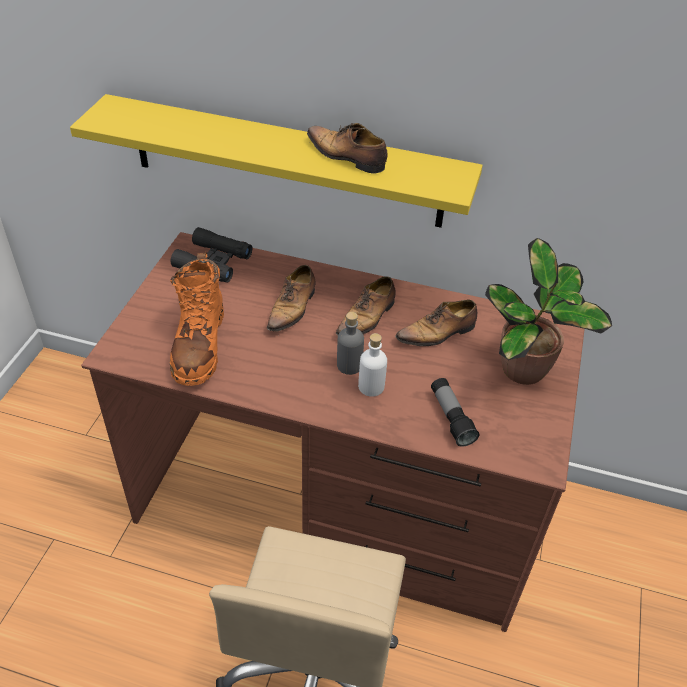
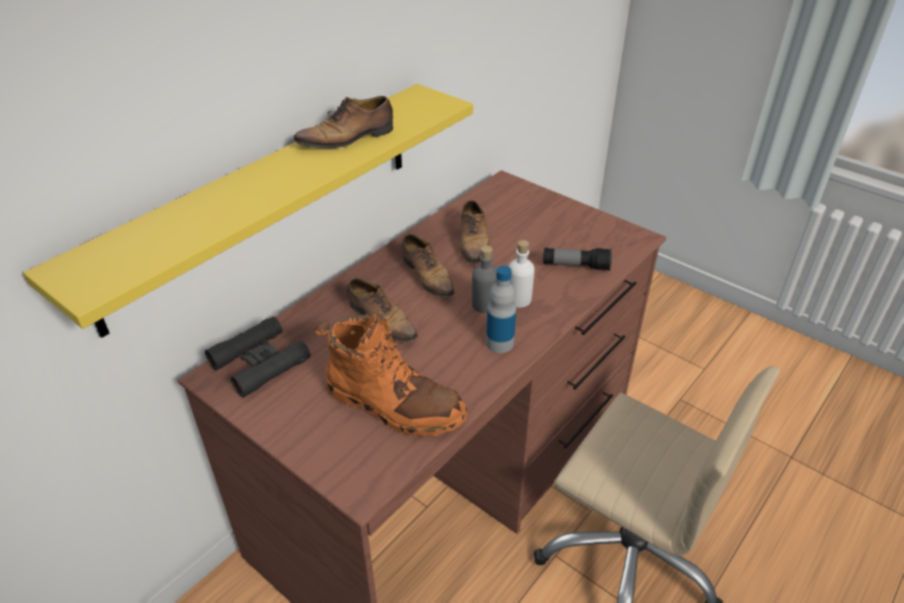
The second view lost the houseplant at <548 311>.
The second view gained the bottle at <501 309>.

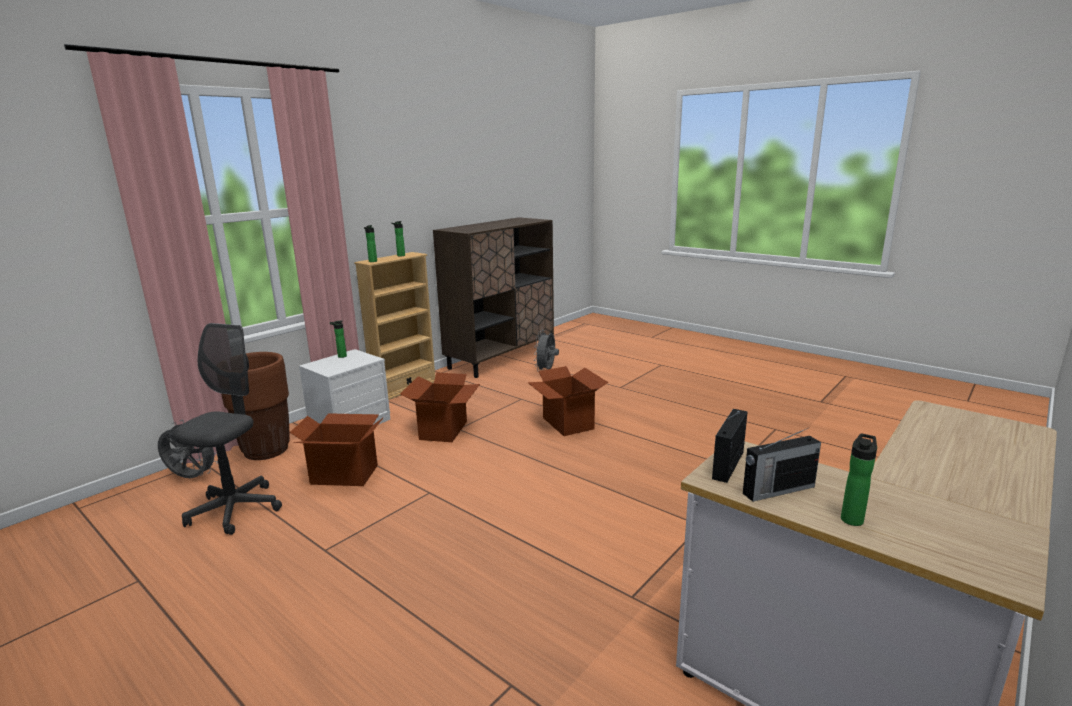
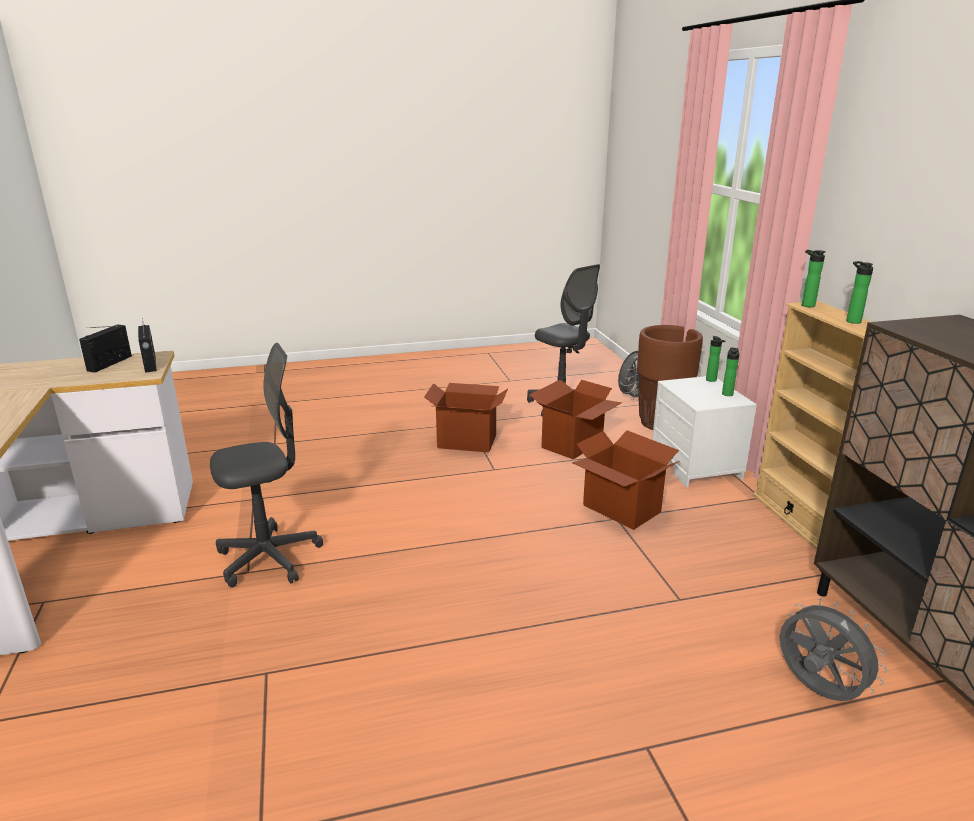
The cardboard_box ended up elsewhere, having gone from <568 401> to <466 418>.
The bottle ended up elsewhere, having gone from <859 479> to <715 359>.
The second view gained the gray_computer_chair at <266 465>.

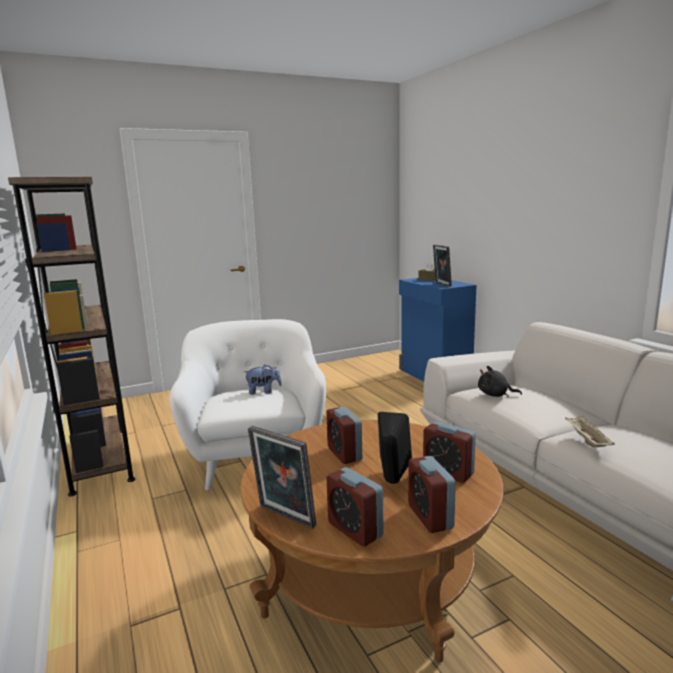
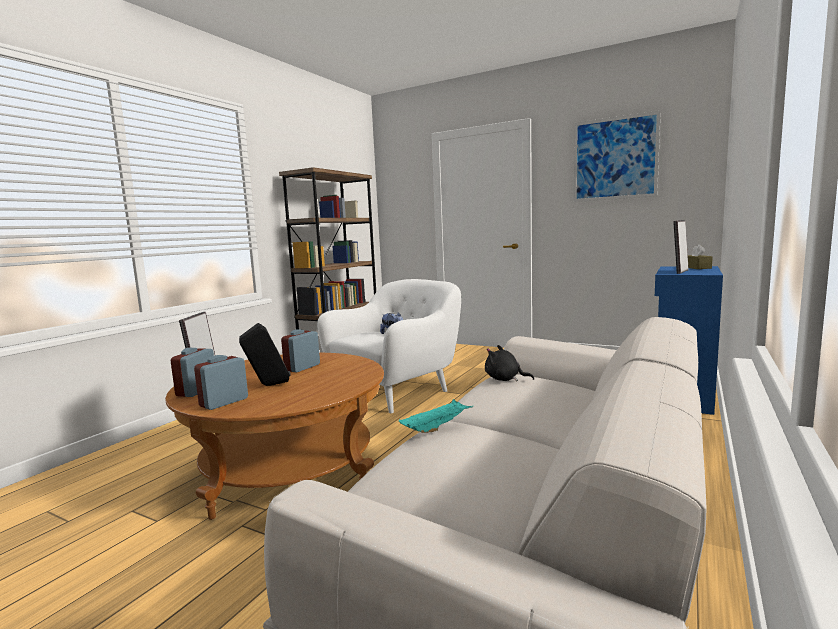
The black-coloured_soft_toy at <500 381> ended up facing another way, 45 degrees counterclockwise from before.
What was the beige-coloured_tray at <590 431> turned into the blue-green_tray at <436 416>.
The second view lost the bedside_clock at <449 451>.
The second view gained the wall_art at <617 156>.

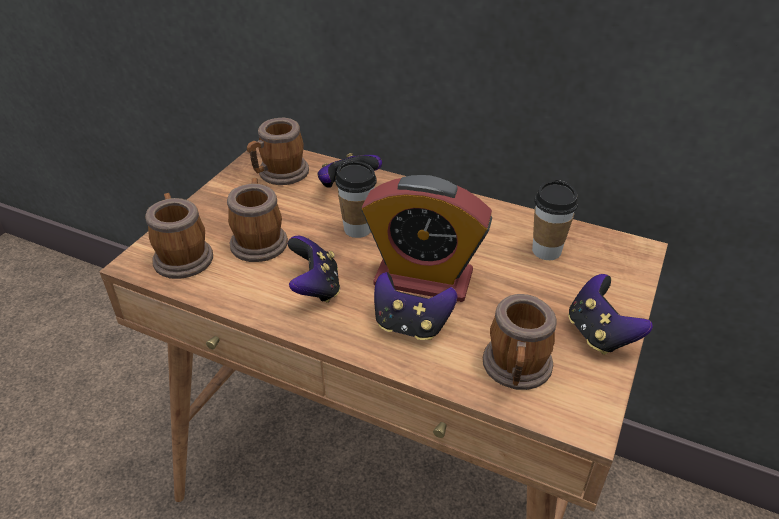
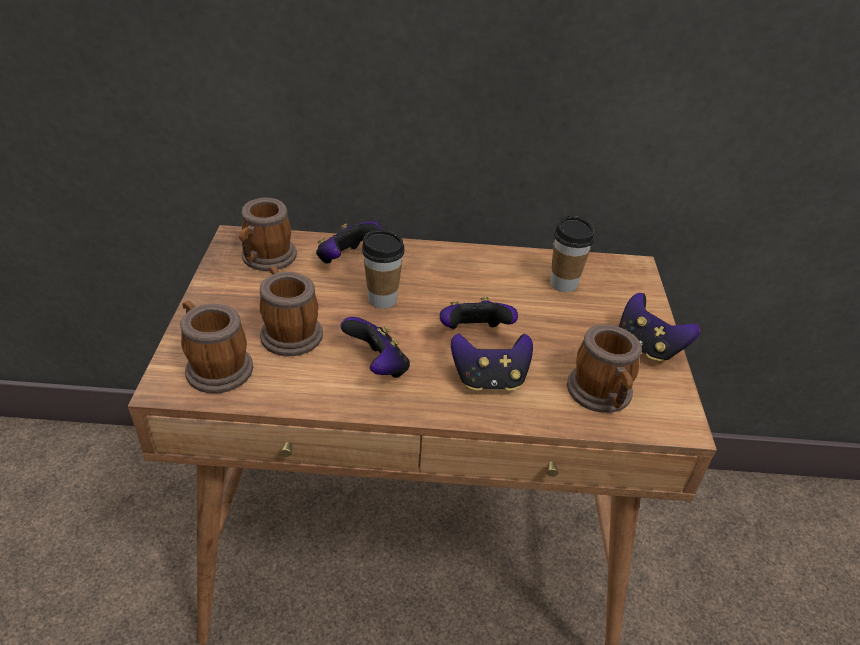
Where the bedside_clock stood at <426 238>, the joypad came to stand at <479 313>.

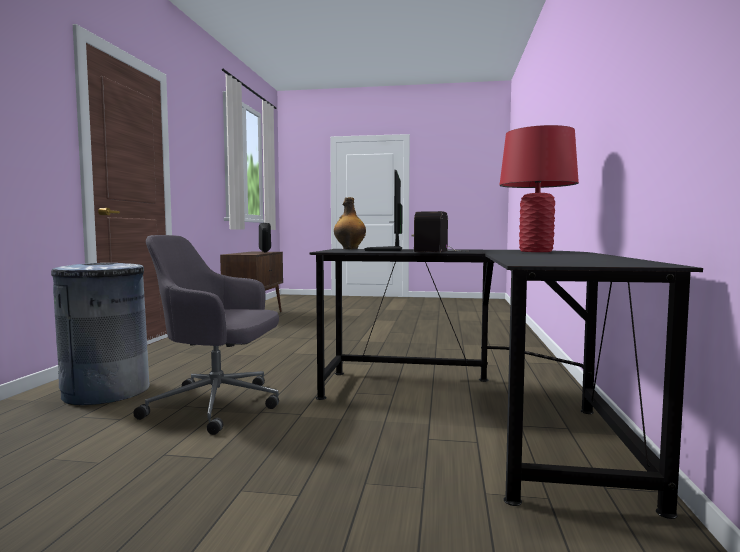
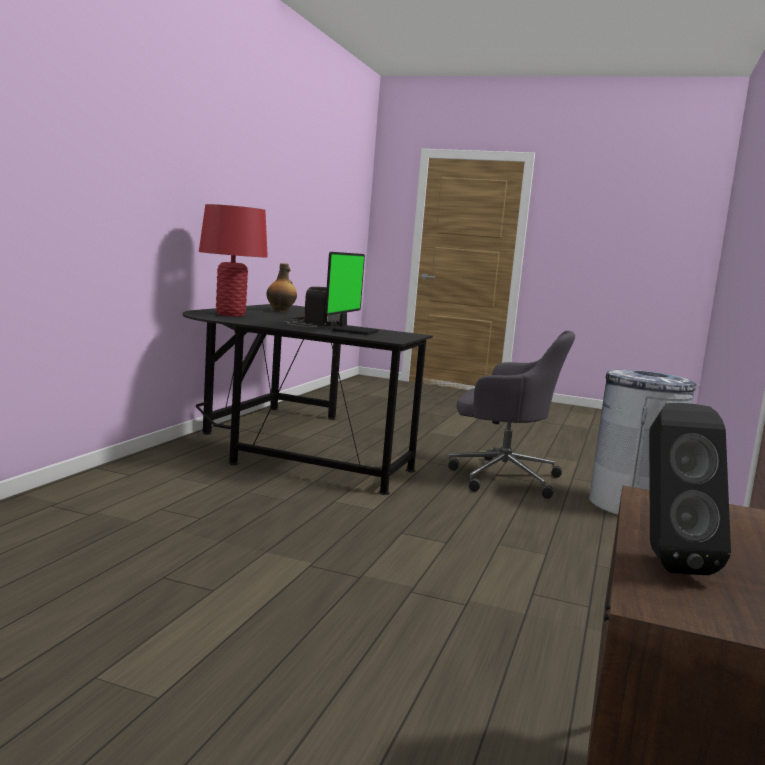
The bottle ended up elsewhere, having gone from <350 223> to <281 287>.

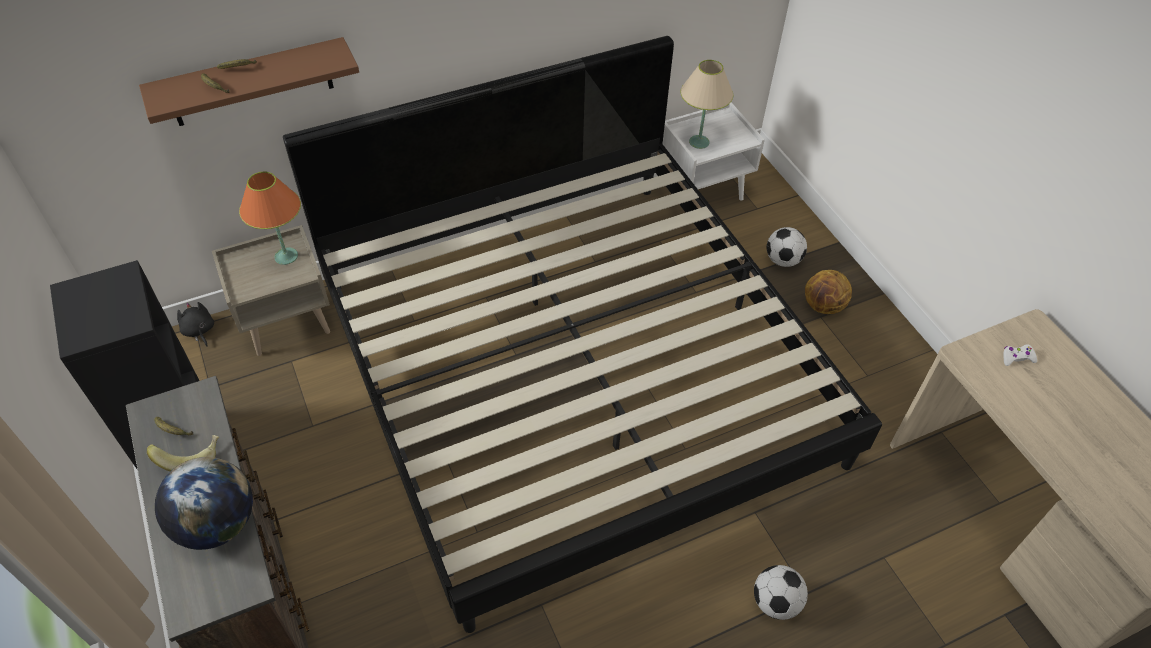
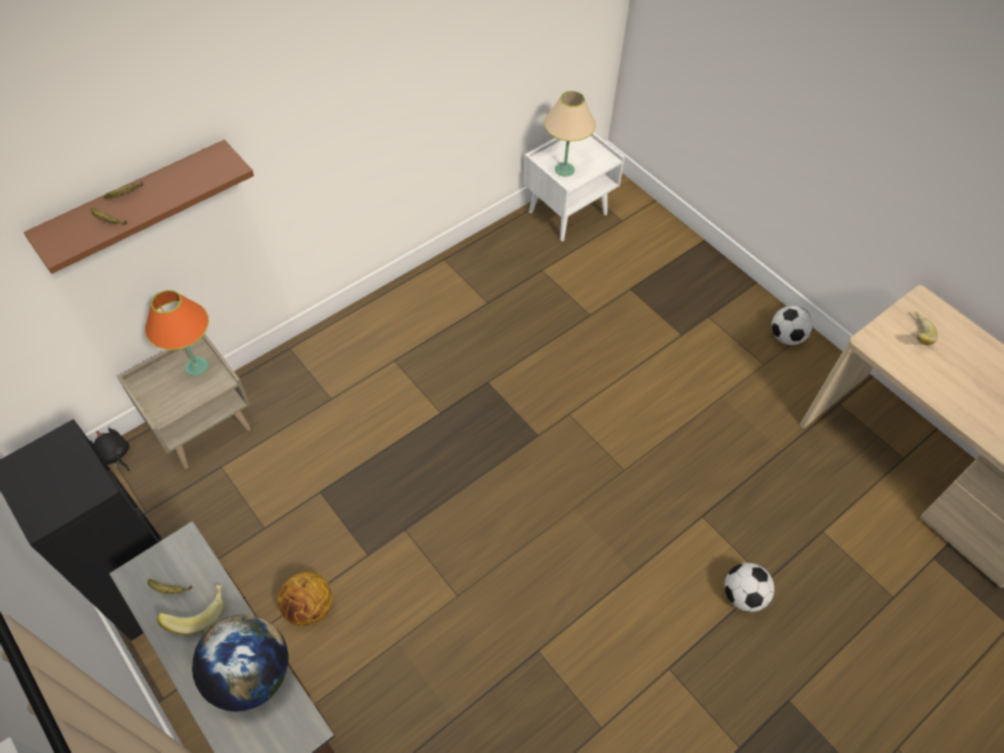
The second view lost the bed at <582 334>.
The football_ball ended up elsewhere, having gone from <787 247> to <792 325>.
The ball_for_basketball ended up elsewhere, having gone from <828 292> to <304 598>.
Where the whitish_joypad stood at <1020 355>, the whole_banana came to stand at <926 328>.

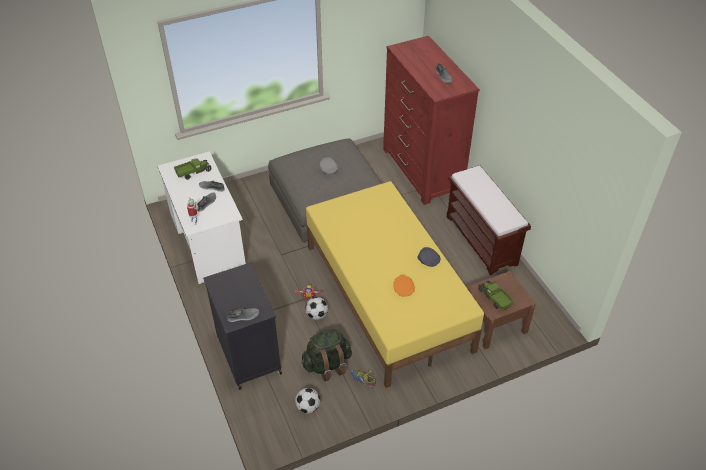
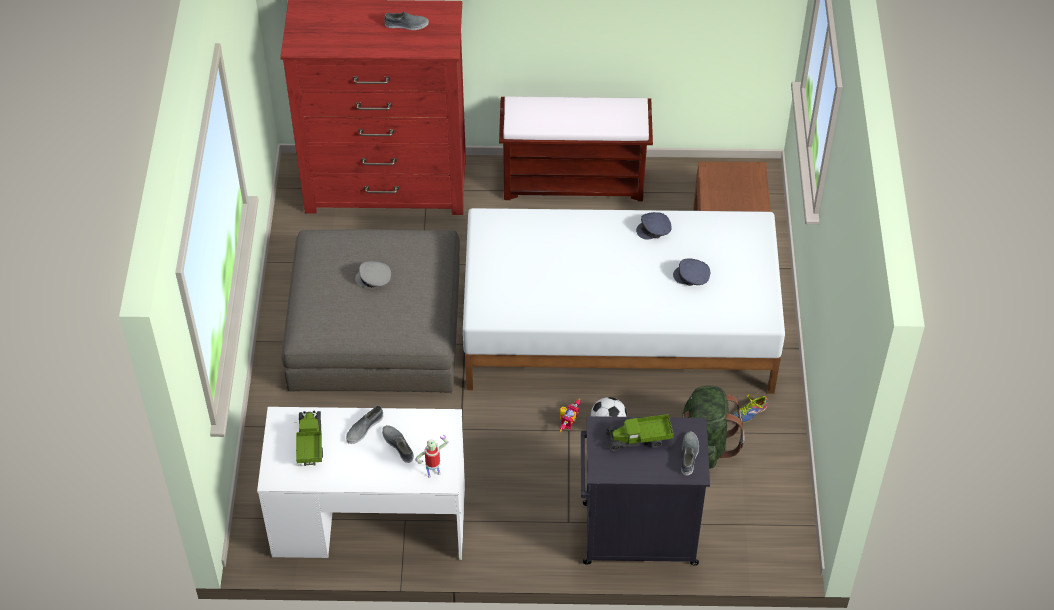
What was the yellowish_bed at <395 284> turned into the whitish_bed at <624 301>.
What was the orangey_peaked_cap at <404 286> turned into the gray_peaked_cap at <691 272>.
The toy_lorry ended up elsewhere, having gone from <496 296> to <640 432>.
The second view lost the football_ball at <307 400>.

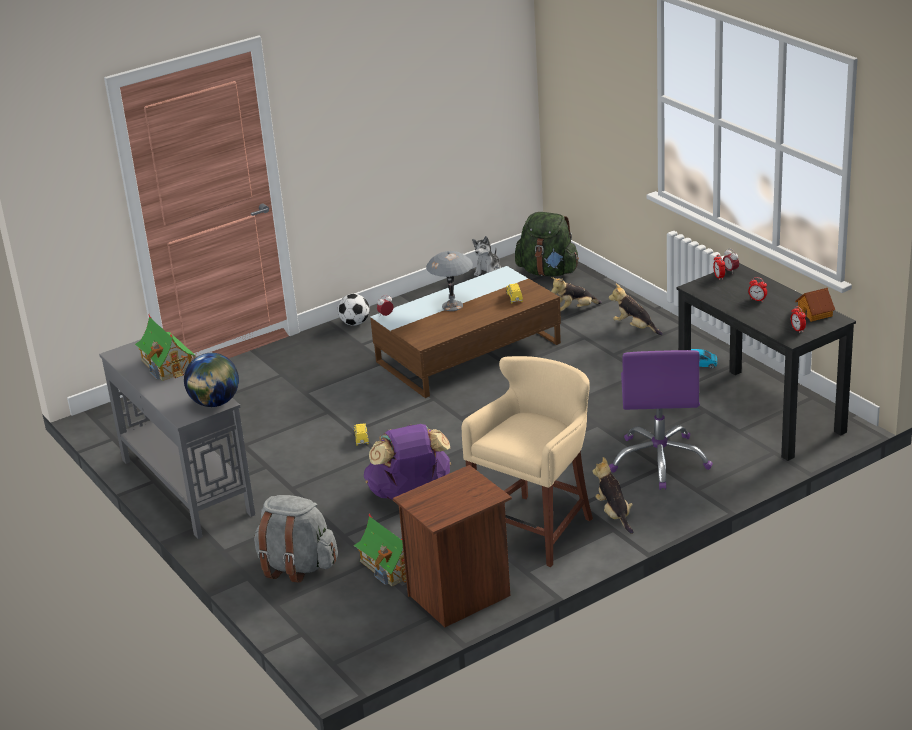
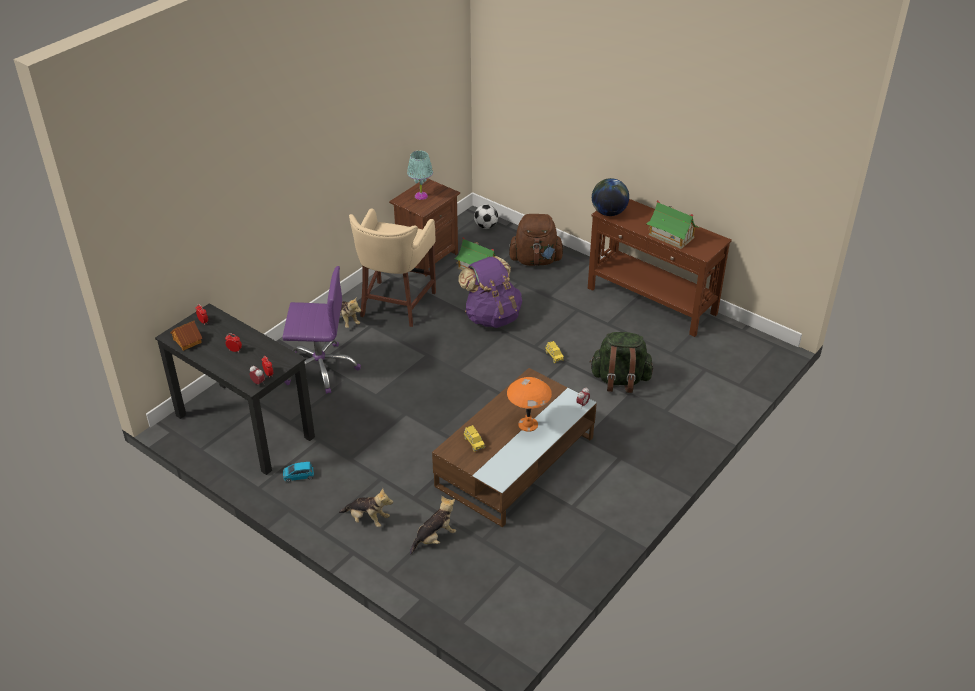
The greenish_backpack ended up elsewhere, having gone from <547 244> to <621 362>.
The second view lost the soft_toy at <486 256>.
What was the gray_table_lamp at <449 281> turned into the orangey_table_lamp at <529 404>.
The football_ball ended up elsewhere, having gone from <354 310> to <486 216>.
What was the gray_hall_table at <177 439> turned into the brown-coloured_hall_table at <660 268>.
The purple-coloured_computer_chair at <661 420> ended up facing another way, 105 degrees clockwise from before.
What was the gray_backpack at <296 539> turned into the brown-coloured_backpack at <537 240>.
The second view gained the blue-green_table_lamp at <420 175>.

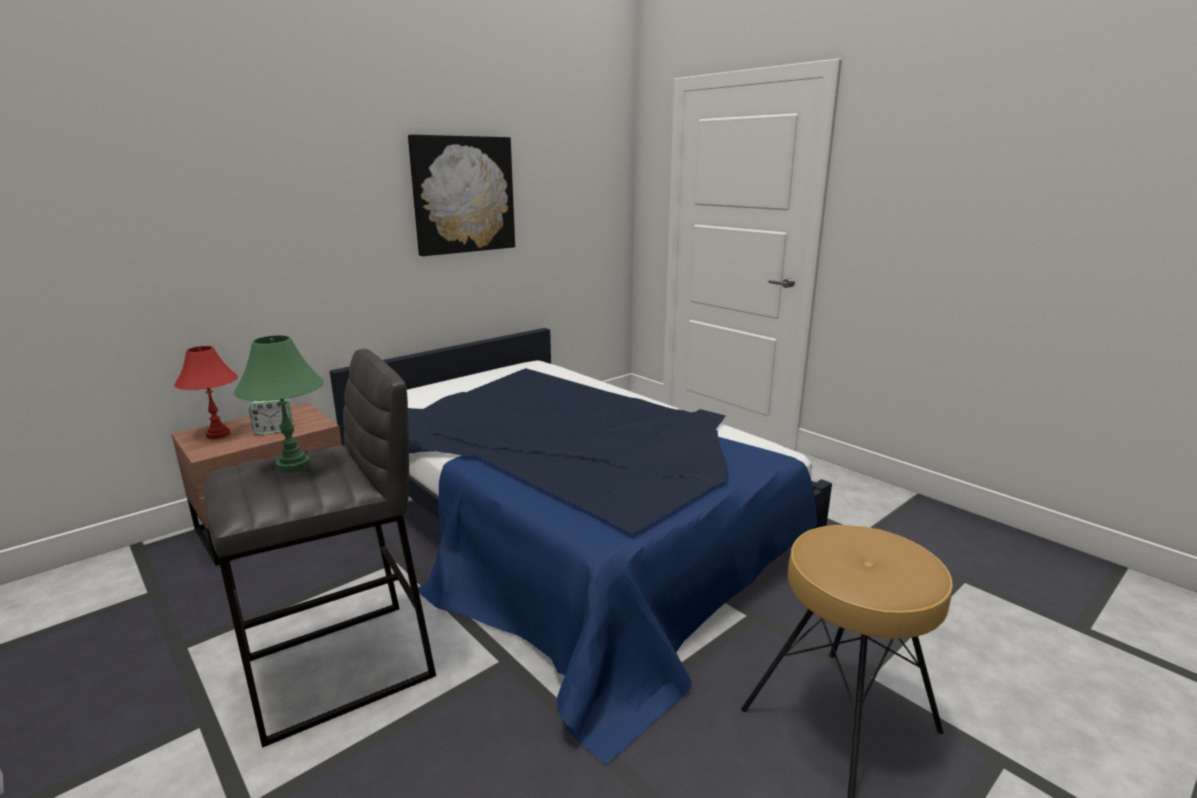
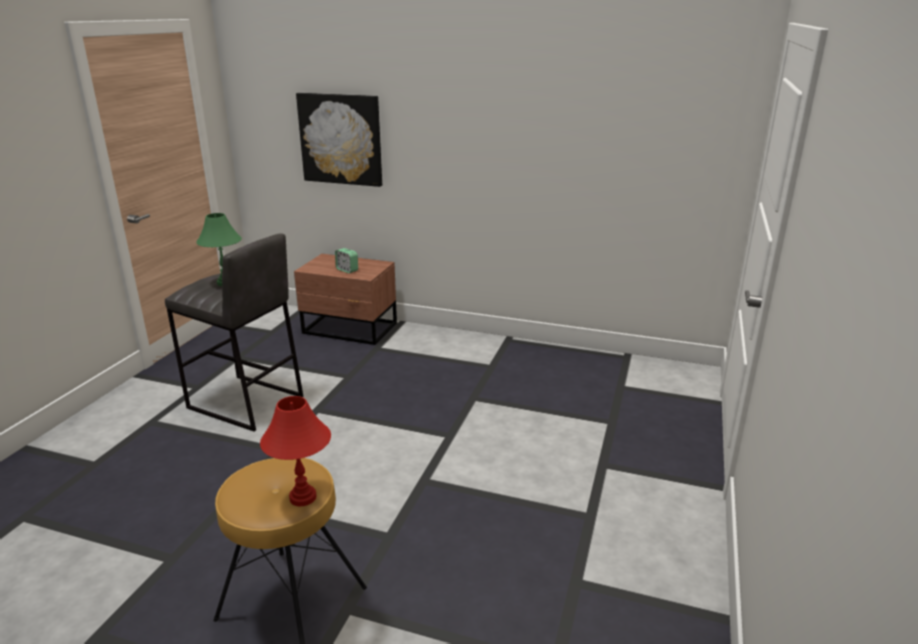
The wall_art ended up elsewhere, having gone from <461 195> to <339 140>.
The second view lost the bed at <581 546>.
The reddish_table_lamp ended up elsewhere, having gone from <206 392> to <295 451>.

